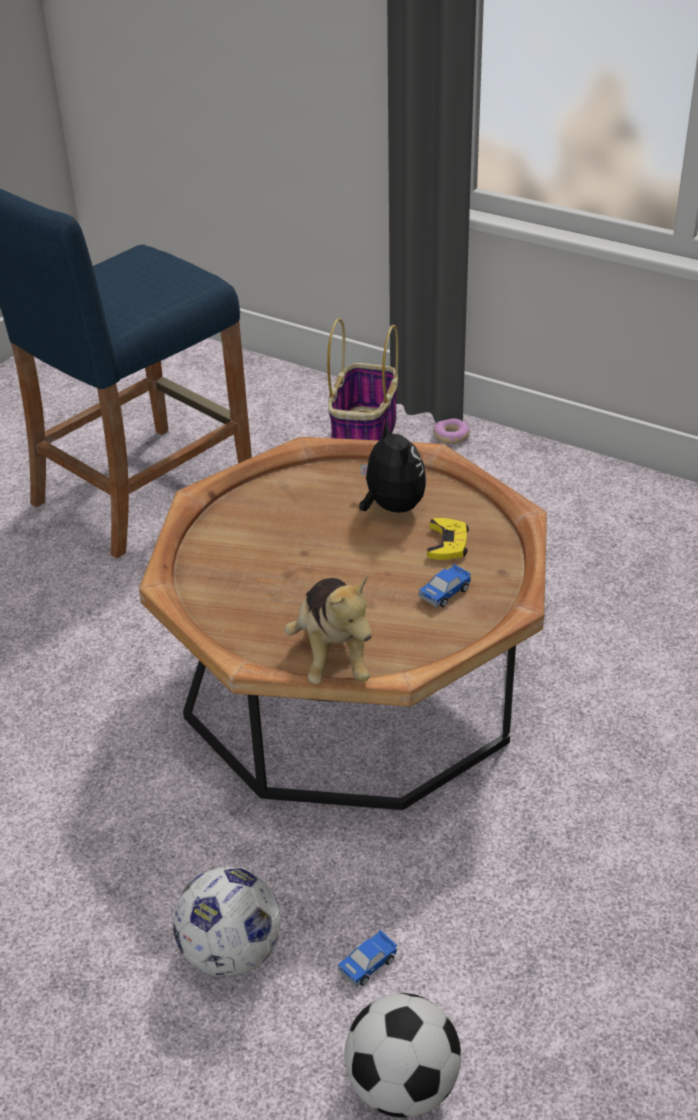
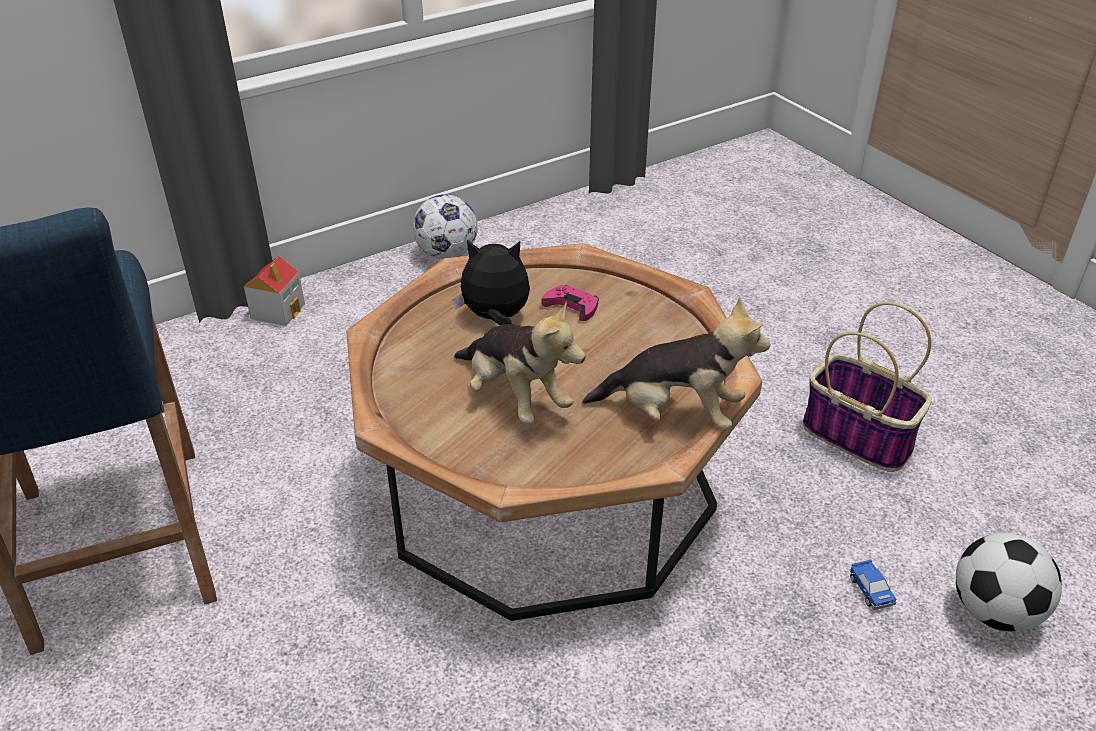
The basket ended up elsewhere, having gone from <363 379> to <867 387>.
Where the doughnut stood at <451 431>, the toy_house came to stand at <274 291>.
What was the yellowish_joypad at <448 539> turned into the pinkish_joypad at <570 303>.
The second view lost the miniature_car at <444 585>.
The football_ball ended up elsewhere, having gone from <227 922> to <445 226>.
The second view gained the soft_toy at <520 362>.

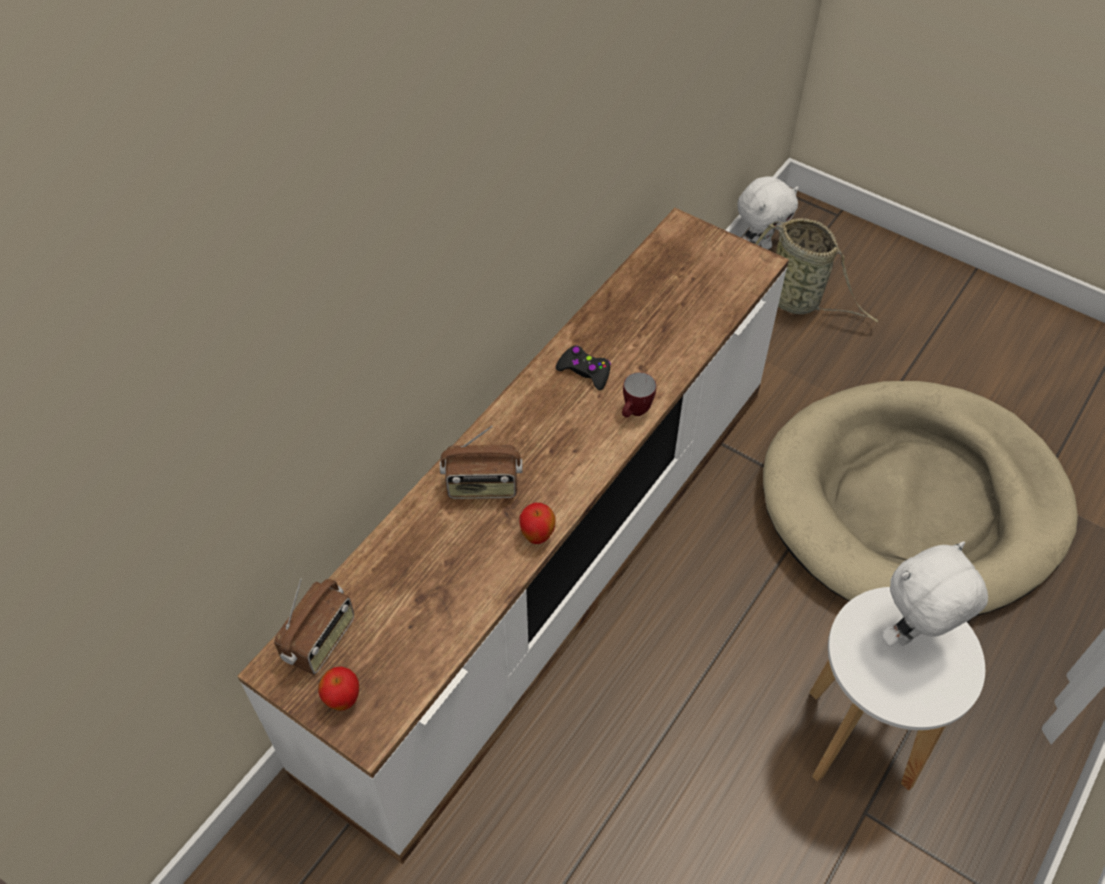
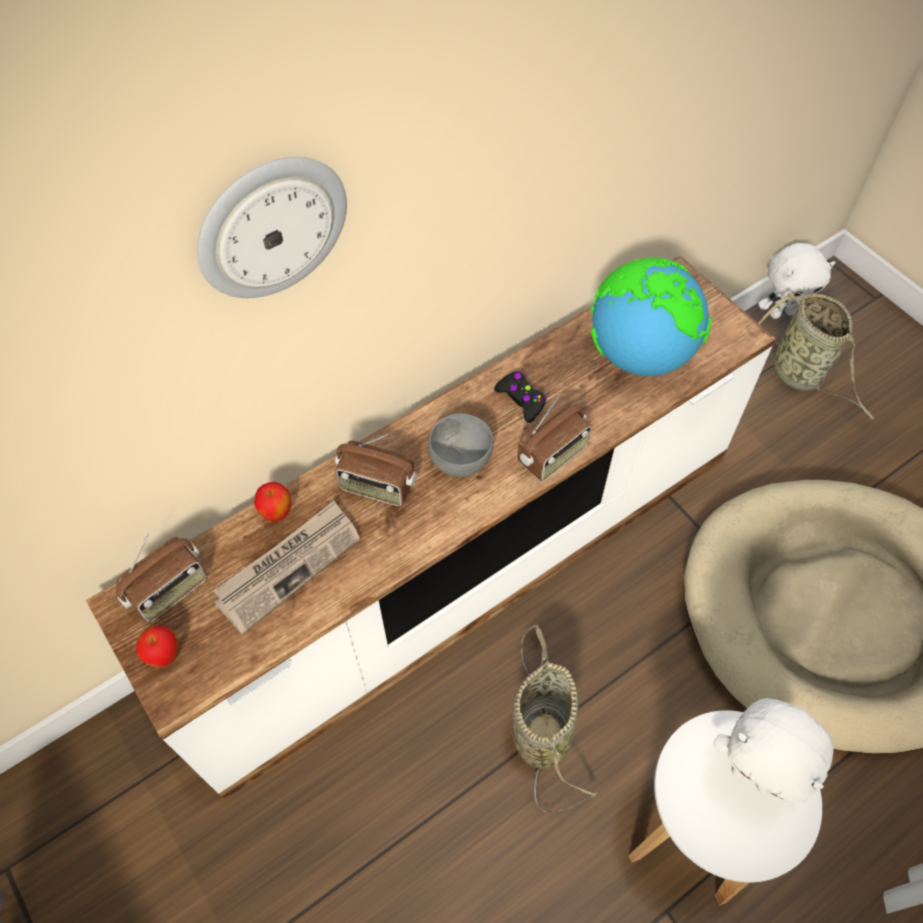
Where the tea_mug stood at <639 394>, the radio_receiver came to stand at <554 437>.
The apple ended up elsewhere, having gone from <537 523> to <272 502>.
The whitish_soft_toy at <935 593> ended up facing another way, 135 degrees counterclockwise from before.
The second view gained the hanging_clock at <272 227>.
The second view gained the world_globe at <651 317>.
The second view gained the gray_bowl at <461 445>.
The second view gained the daily_paper at <287 568>.
The second view gained the basket at <555 718>.

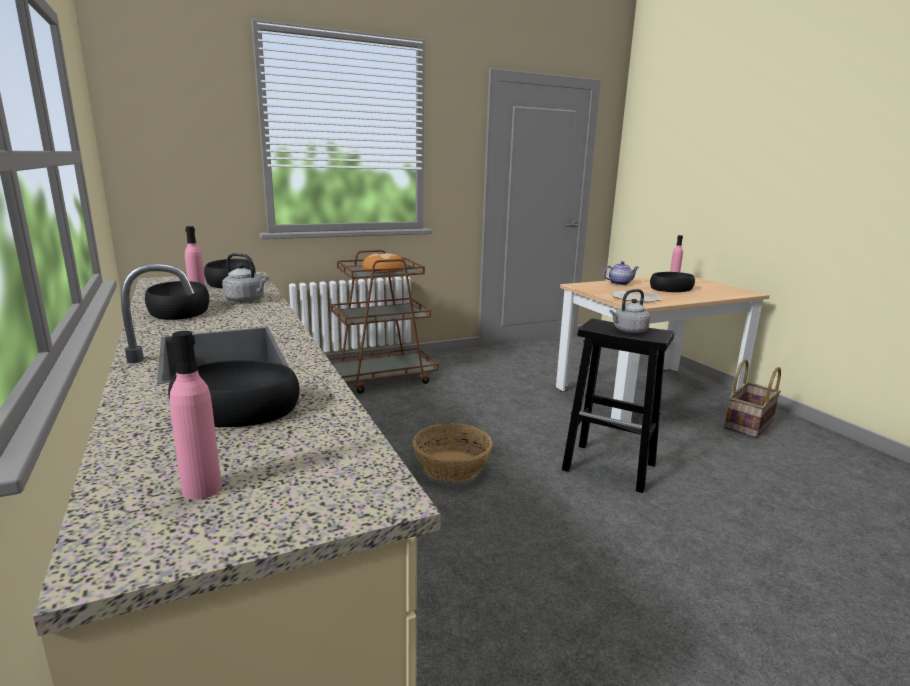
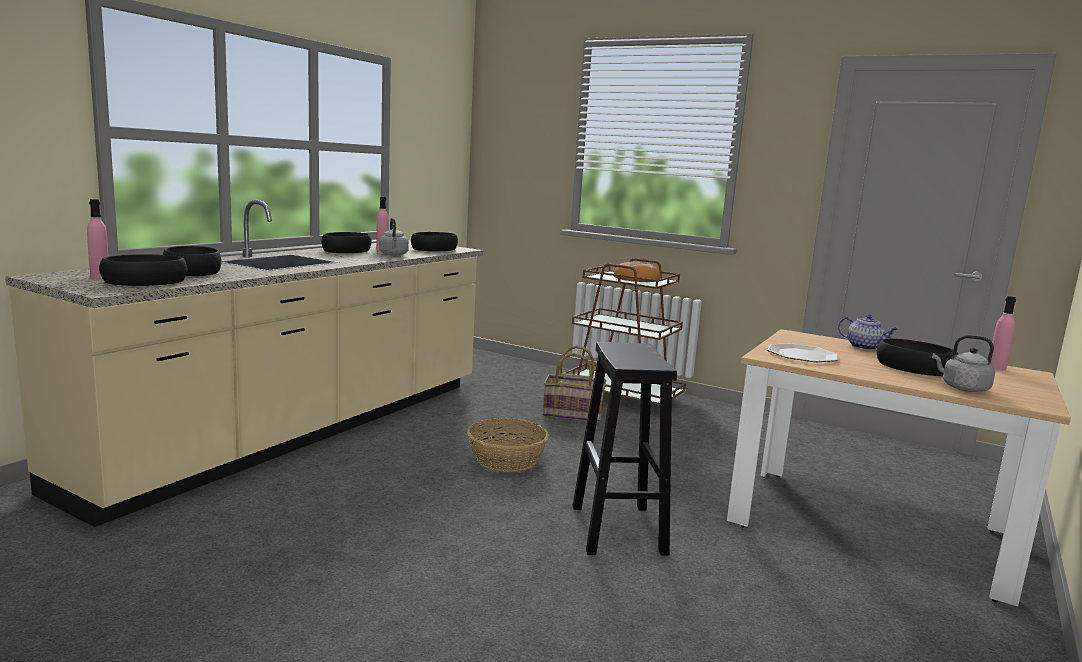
The gray_water_kettle ended up elsewhere, having gone from <629 311> to <963 363>.
The basket ended up elsewhere, having gone from <752 398> to <574 383>.
The second view gained the black-coloured_bowl at <143 270>.

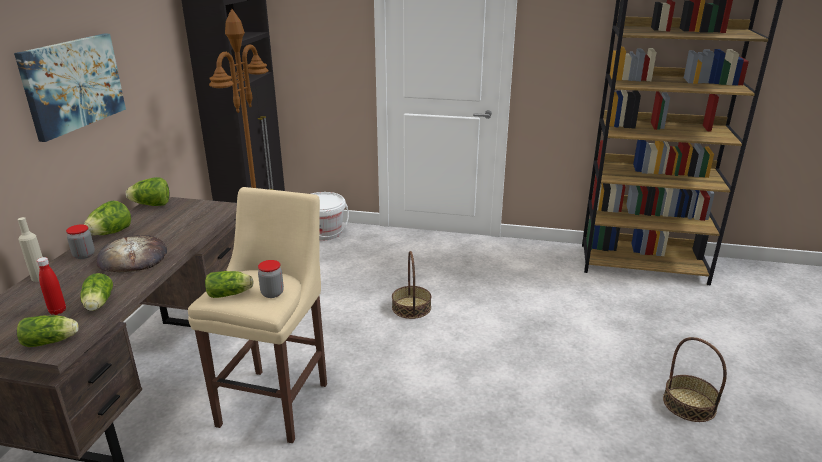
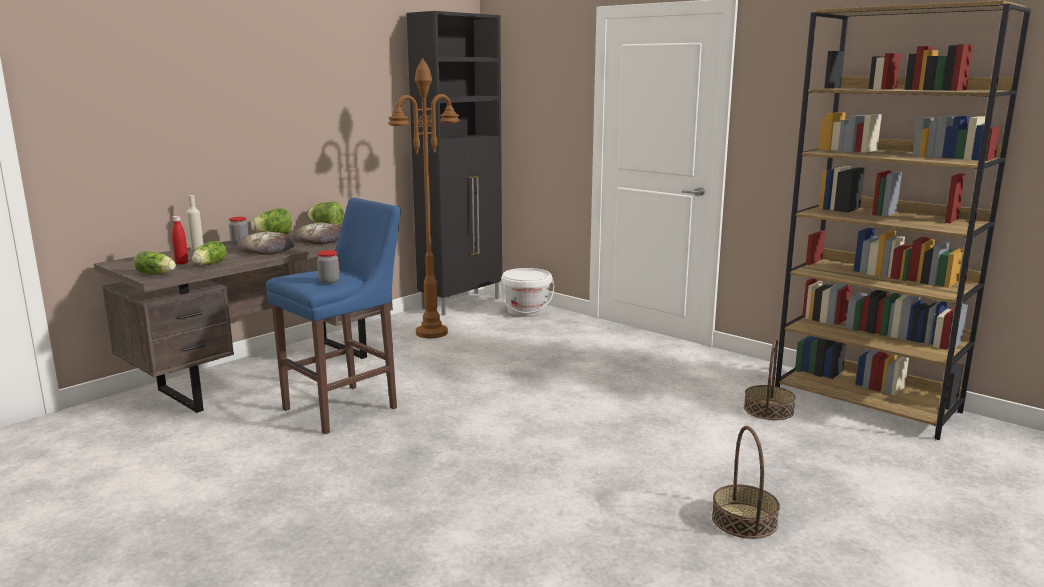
The second view lost the wall_art at <70 88>.
What was the beige-coloured_stool at <257 315> turned into the blue-coloured_stool at <333 316>.
The basket ended up elsewhere, having gone from <411 285> to <770 378>.
The second view lost the head_of_lettuce at <229 284>.
The second view gained the bakery_bread at <316 233>.

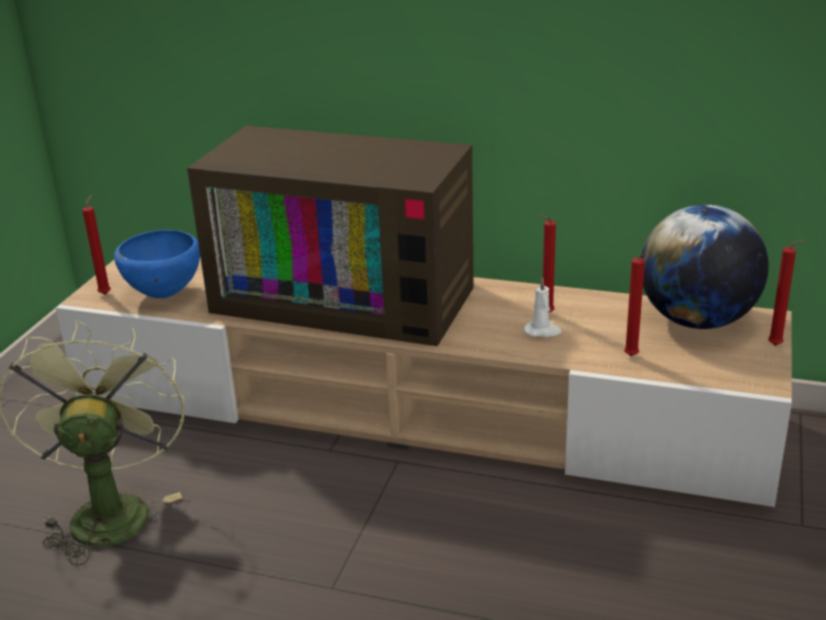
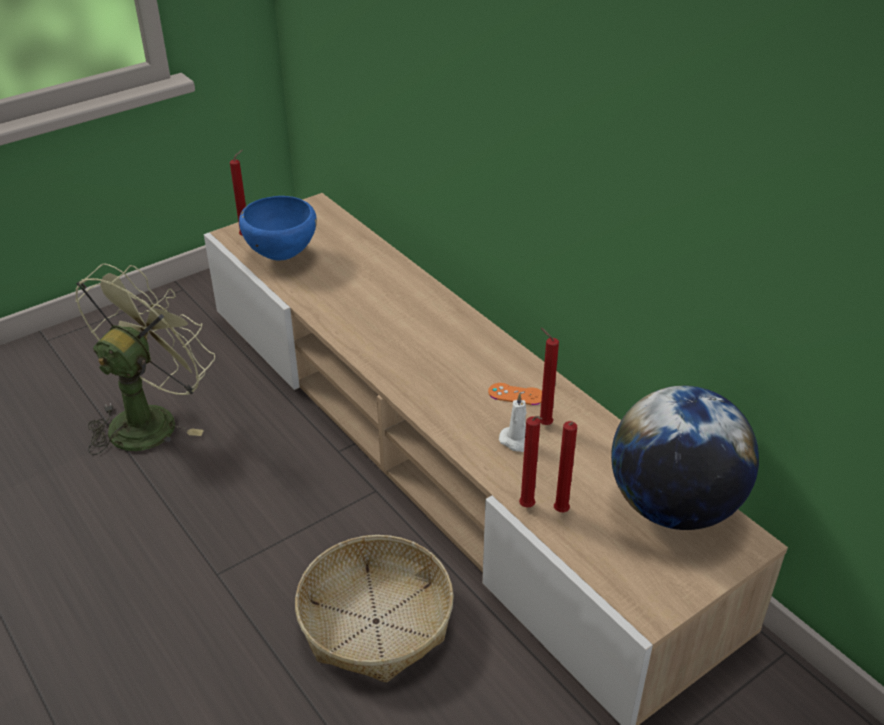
The second view lost the TV at <330 236>.
The reddish_candle ended up elsewhere, having gone from <786 293> to <530 461>.
The second view gained the orangey_joypad at <515 394>.
The second view gained the basket at <374 609>.

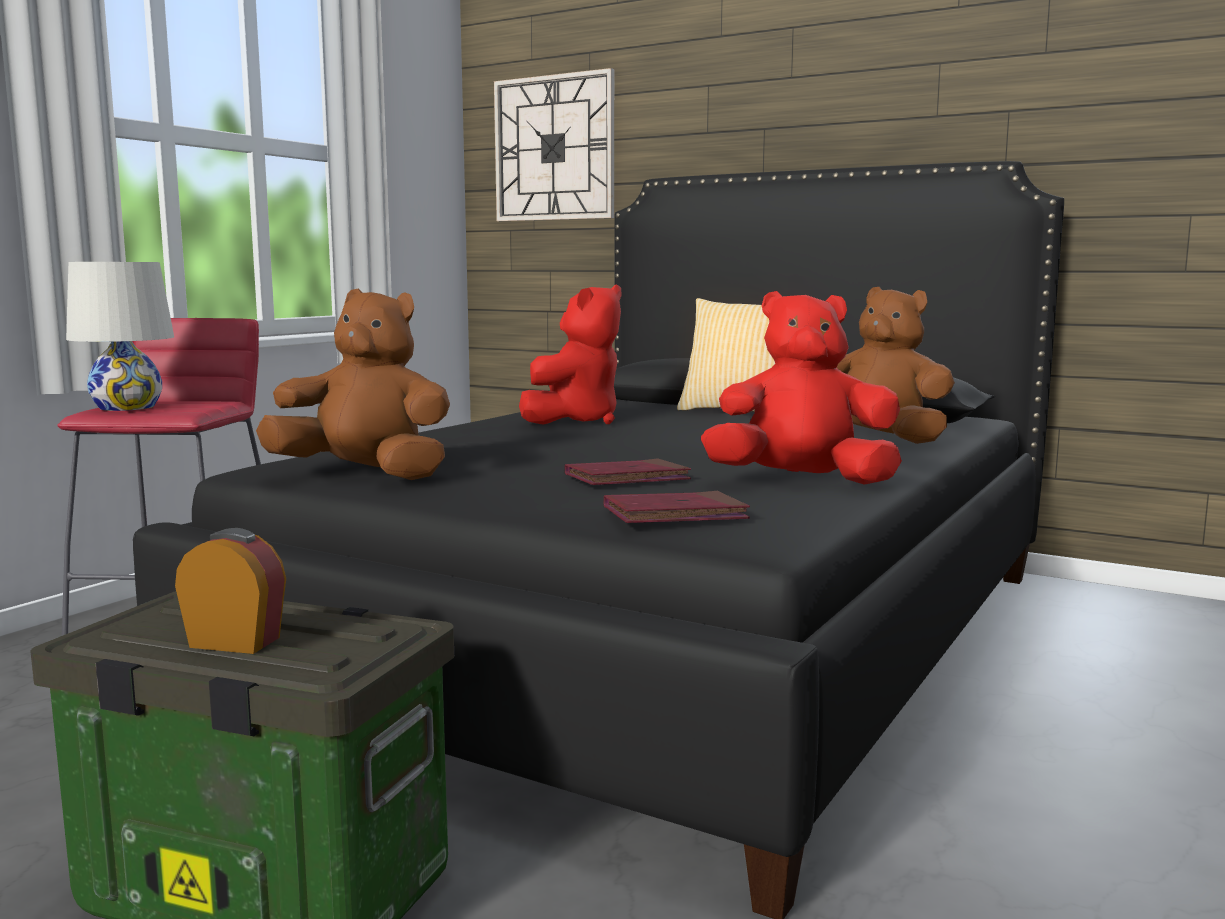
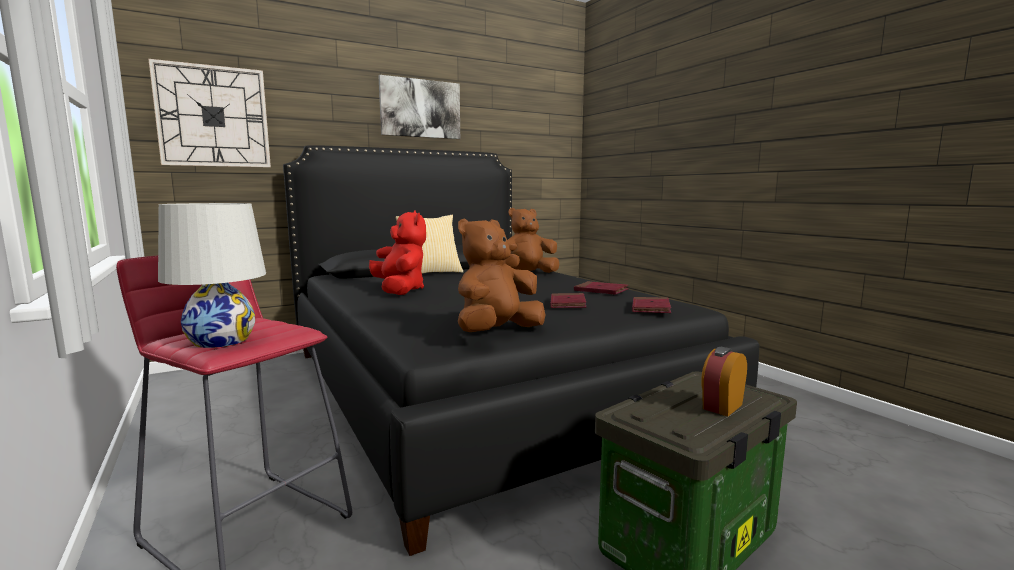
Where the reddish_soft_toy stood at <801 388>, the reddish_bound_book came to stand at <601 288>.
The second view gained the wall_art at <419 107>.

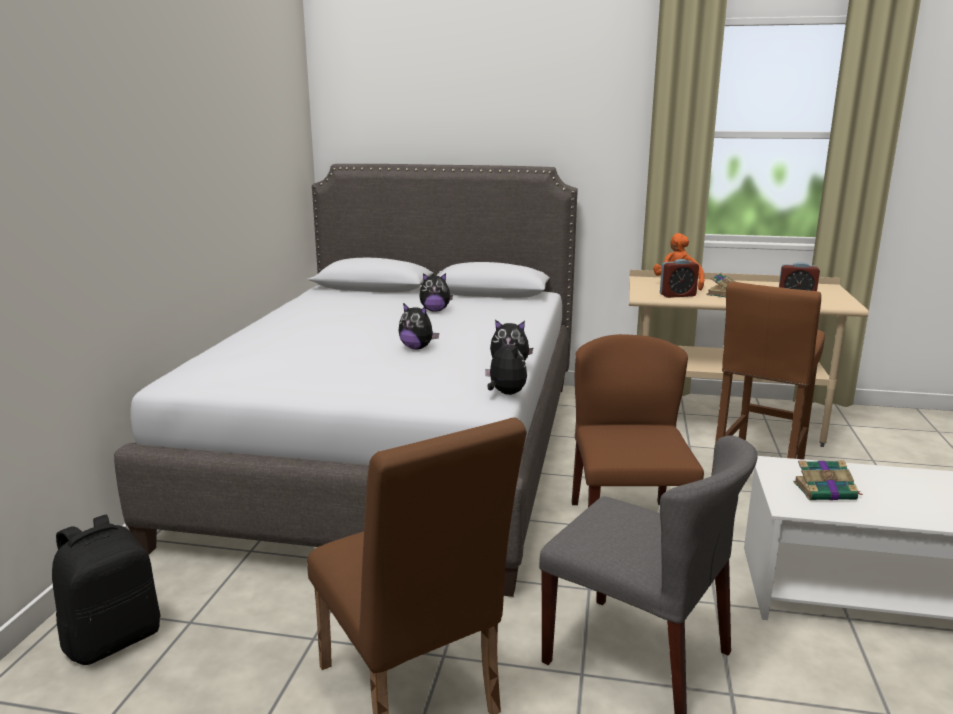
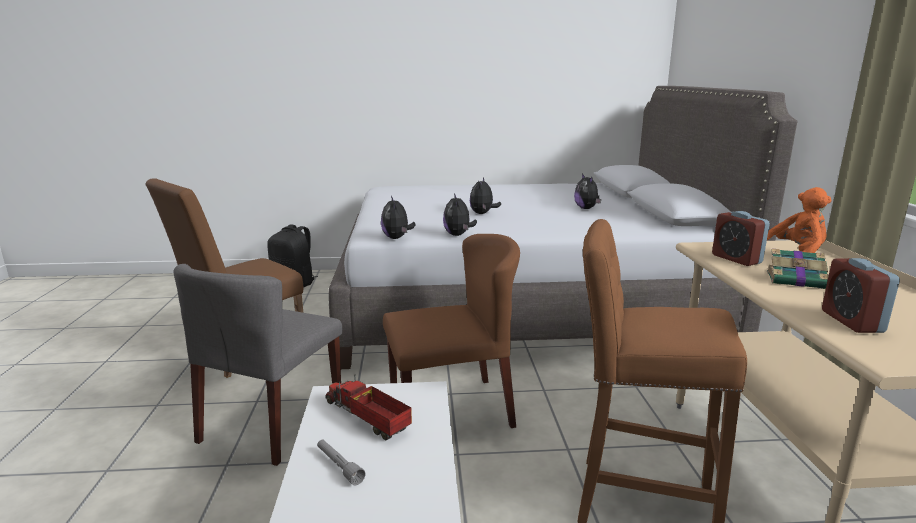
The soft_toy at <506 366> ended up facing another way, 120 degrees clockwise from before.
Where the bound_book stood at <829 480>, the toy_lorry came to stand at <368 407>.
The second view gained the gray_hand_torch at <341 462>.

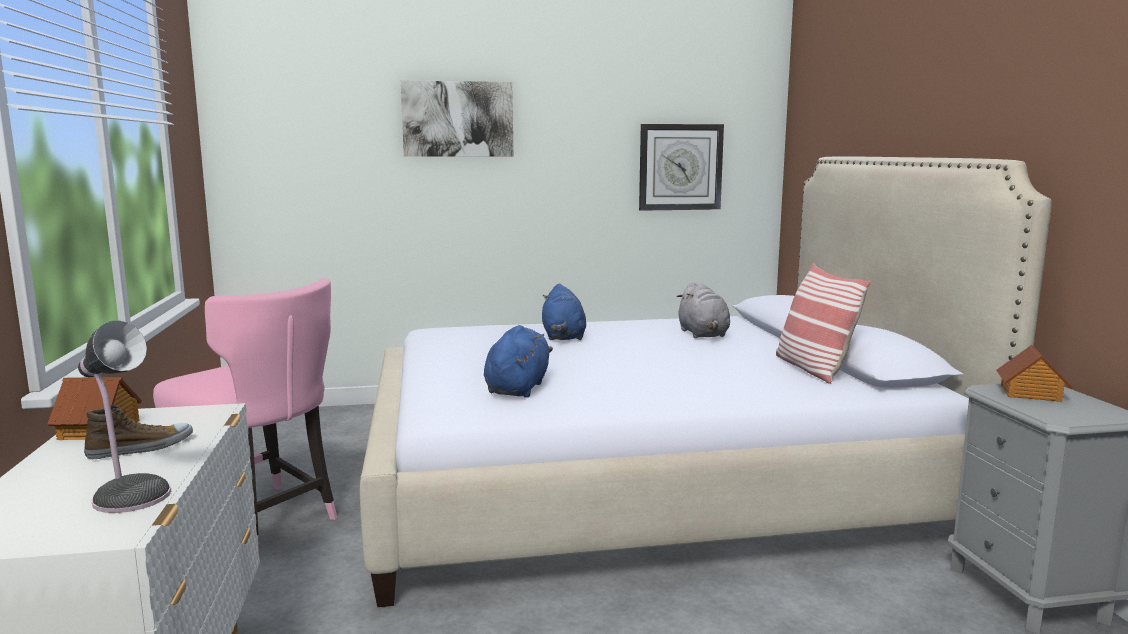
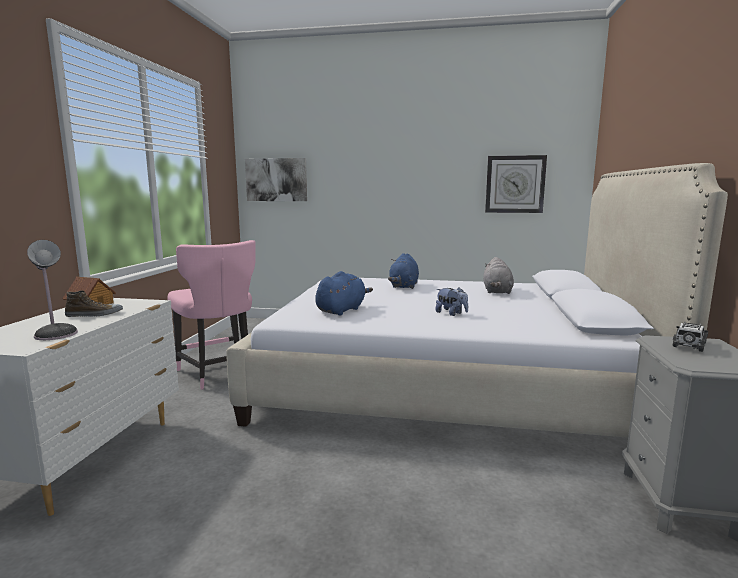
The wall_art ended up elsewhere, having gone from <457 118> to <276 179>.
The second view lost the pillow at <823 323>.
Where the toy_house stood at <1034 373>, the miniature_car came to stand at <690 336>.
The second view gained the soft_toy at <451 301>.

